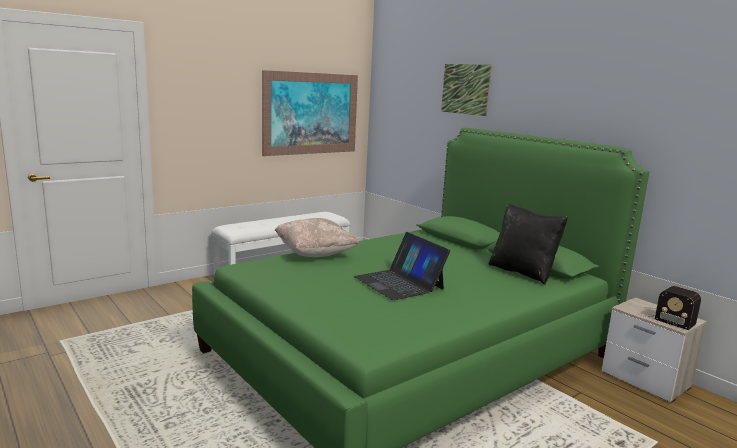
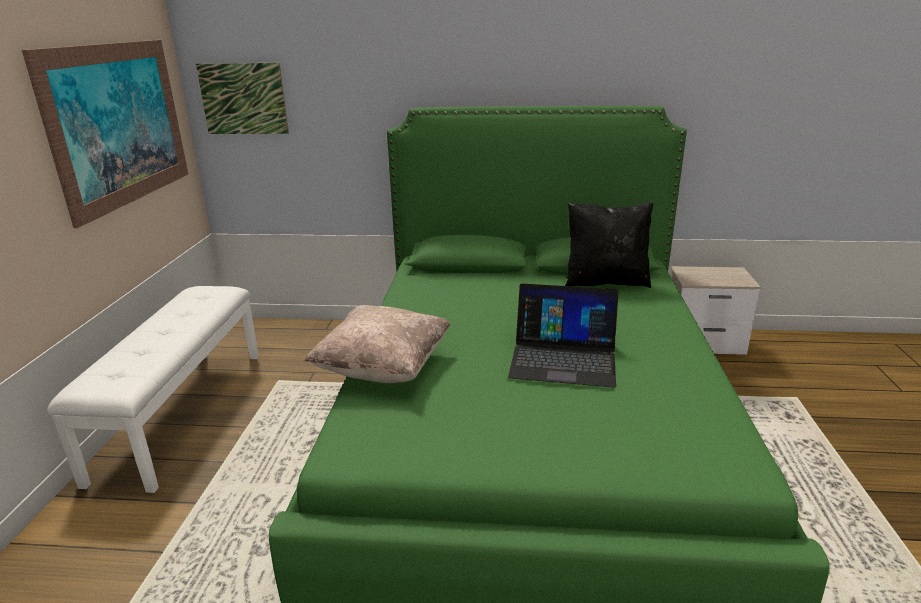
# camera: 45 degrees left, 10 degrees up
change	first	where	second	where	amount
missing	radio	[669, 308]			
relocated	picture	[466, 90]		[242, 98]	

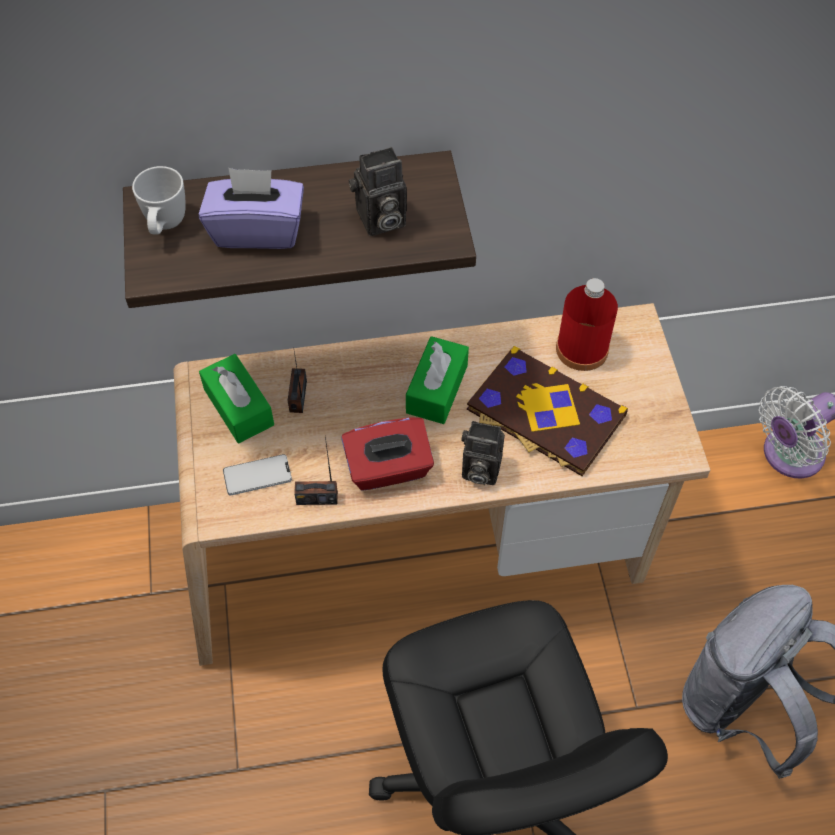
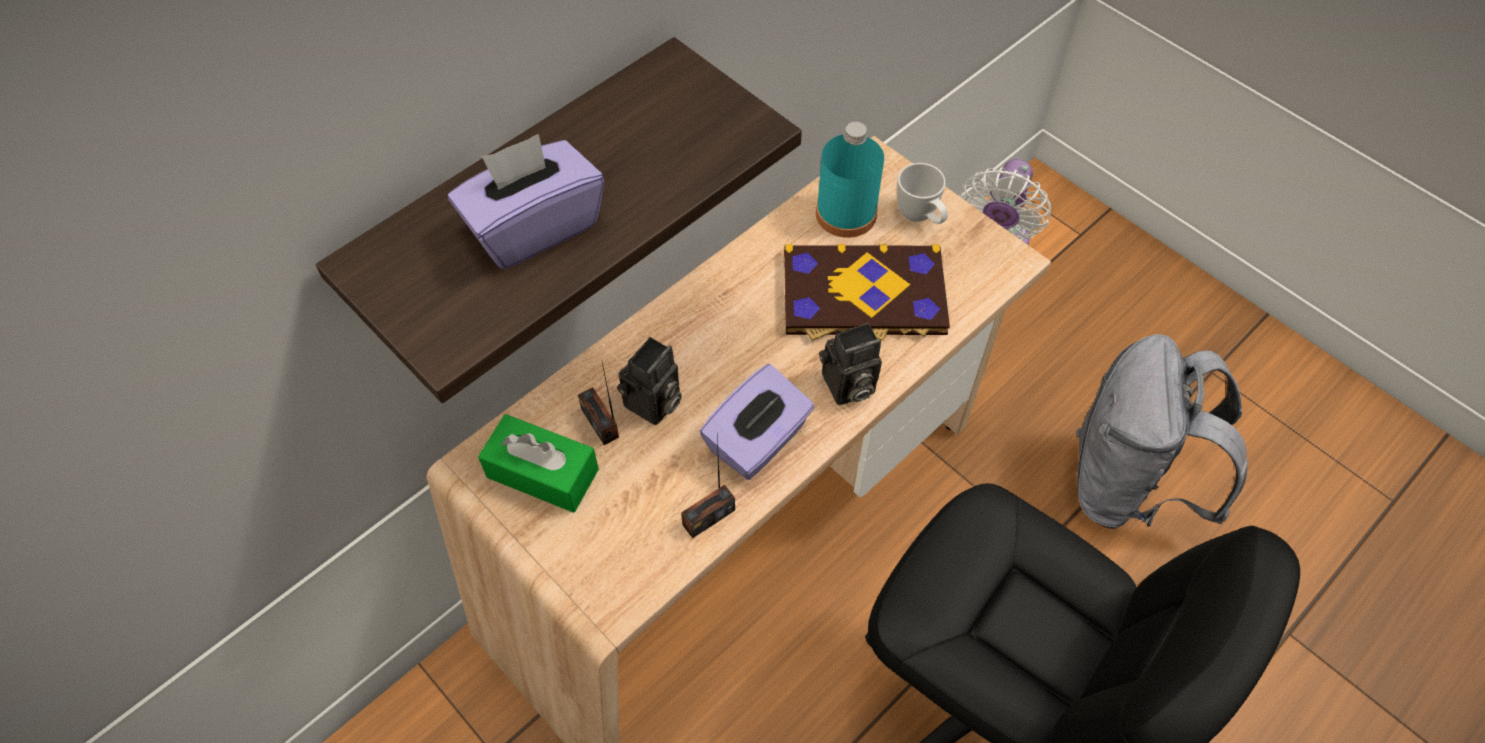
# camera: 35 degrees left, 0 degrees up
change	first	where	second	where	amount
missing	phone	[257, 474]			
missing	green tissue box	[437, 380]			
relocated	white mug	[159, 200]		[922, 193]	
relocated	photo camera	[377, 191]		[649, 381]	
colour	red tissue box	[387, 454]	purple tissue box	[757, 422]	
colour	red bottle	[587, 324]	turquoise bottle	[850, 180]	

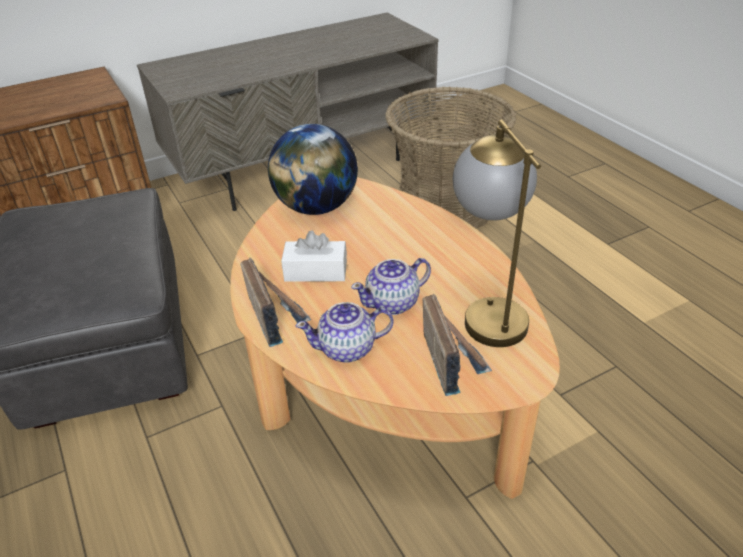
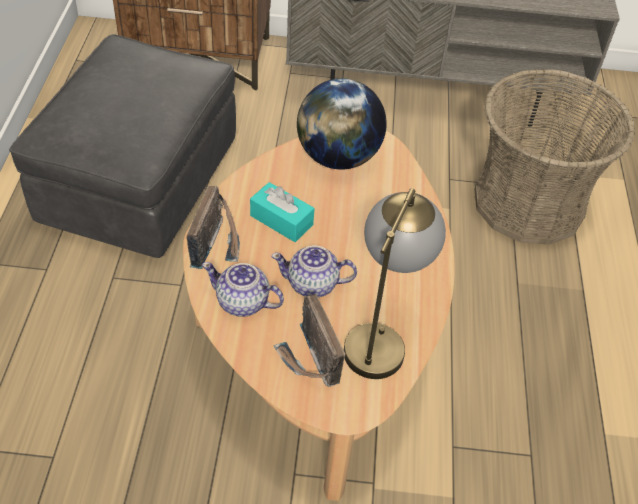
# camera: 30 degrees right, 10 degrees up
change	first	where	second	where	amount
colour	white tissue box	[314, 256]	turquoise tissue box	[282, 212]	
spun	radio	[457, 345]		[309, 340]	135 degrees clockwise

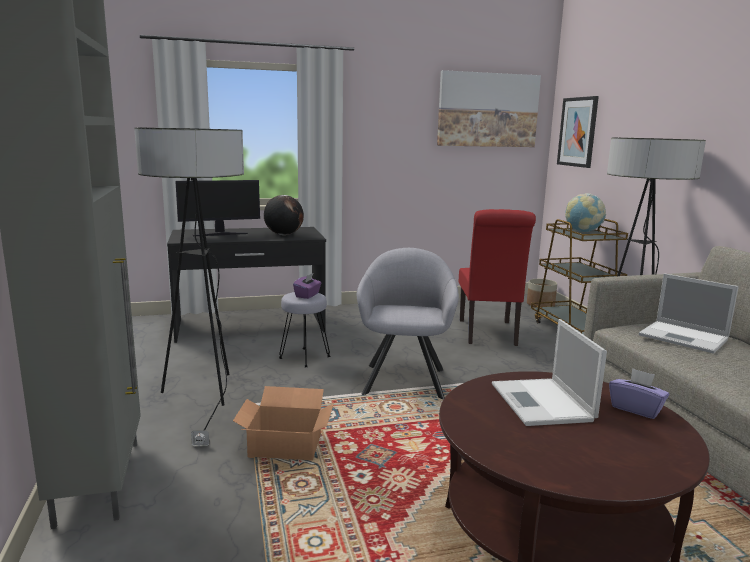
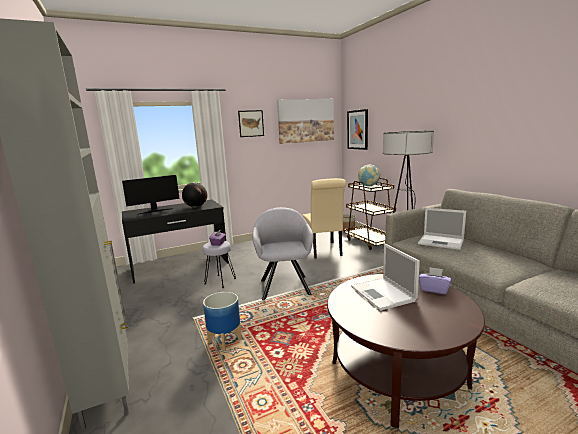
# camera: 10 degrees left, 0 degrees up
change	first	where	second	where	amount
missing	floor lamp	[189, 287]			
appeared			picture	[251, 123]	
exchanged	cardboard box	[283, 423]	planter	[222, 321]	
colour	red chair	[497, 277]	beige chair	[324, 218]	

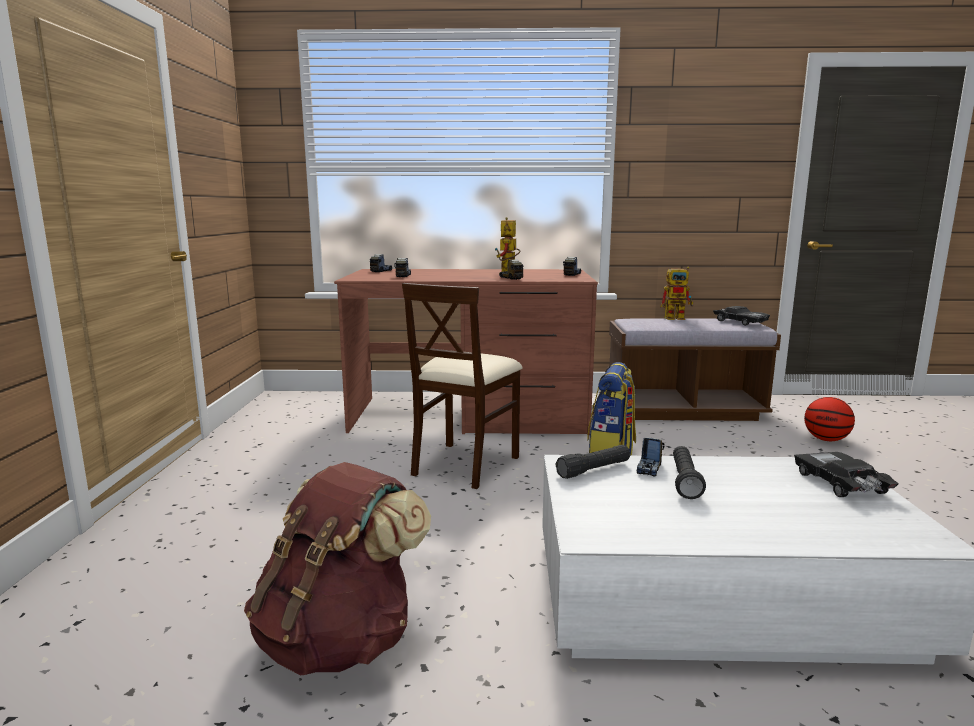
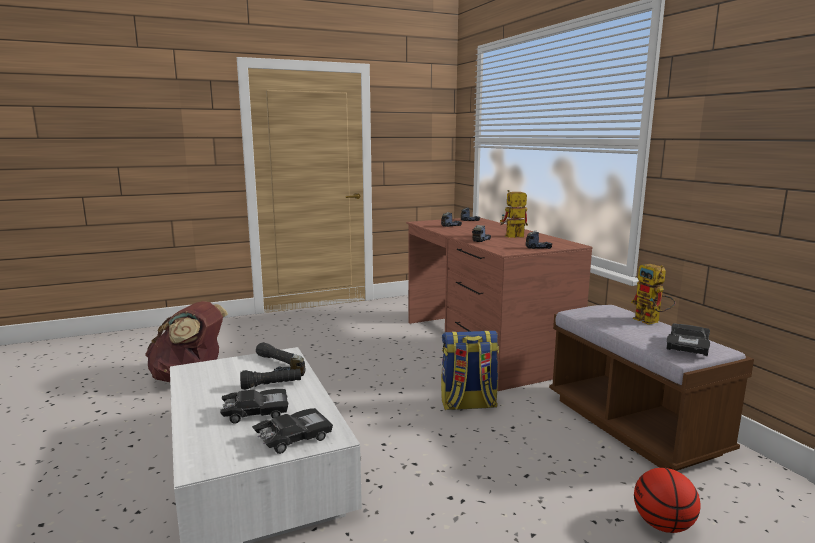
# camera: 65 degrees right, 0 degrees up
change	first	where	second	where	amount
missing	beige chair	[462, 386]			
appeared			black toy car	[254, 406]	

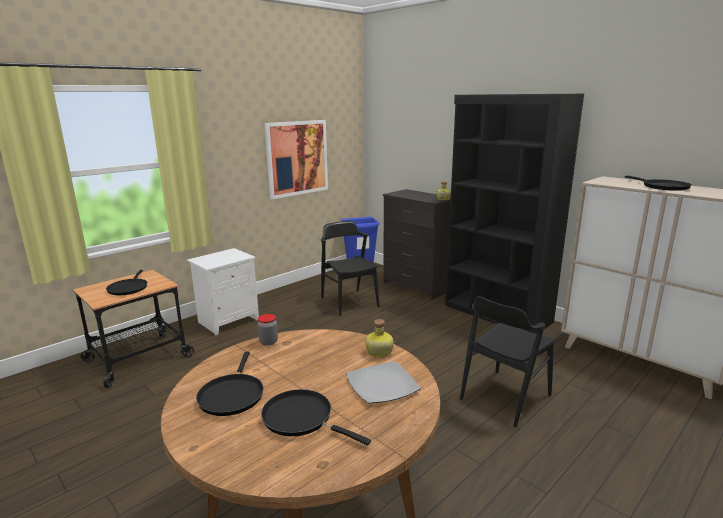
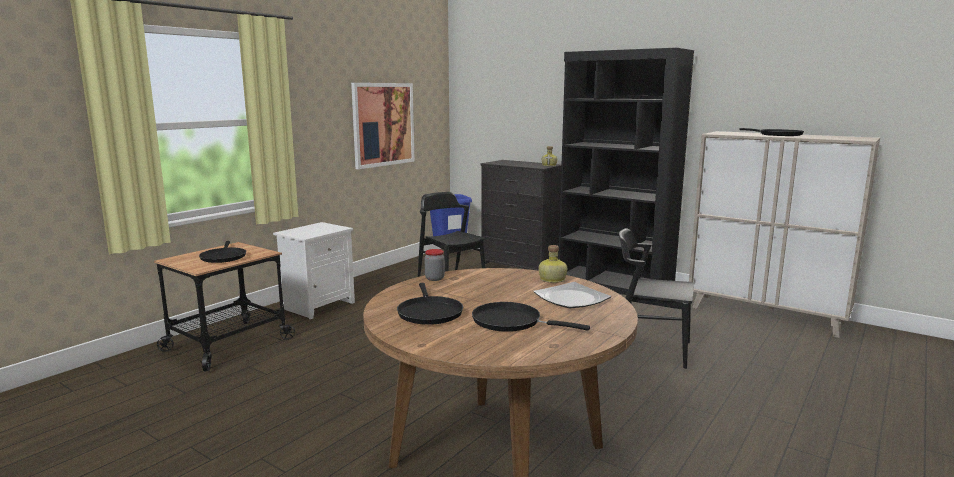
# camera: 10 degrees left, 5 degrees down
change	first	where	second	where	amount
spun	black chair	[508, 361]		[656, 298]	75 degrees clockwise

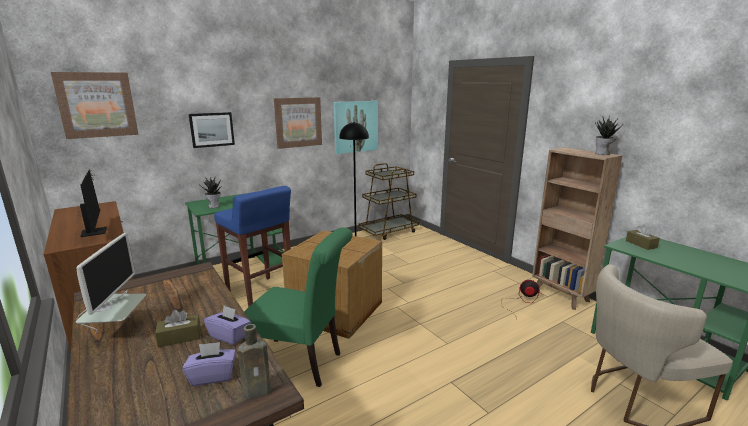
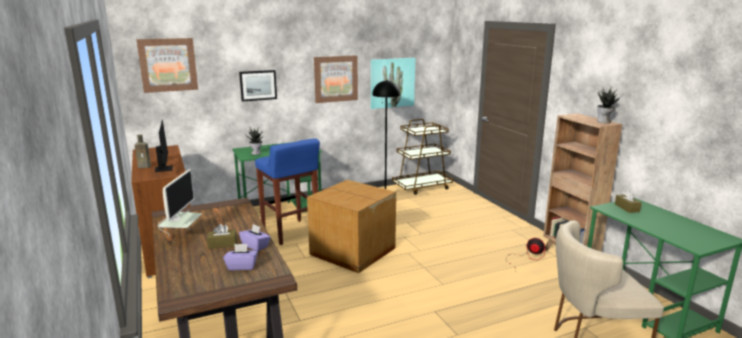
# camera: 10 degrees right, 0 degrees up
change	first	where	second	where	amount
missing	green chair	[298, 307]			
relocated	brown bottle	[254, 361]		[143, 151]	

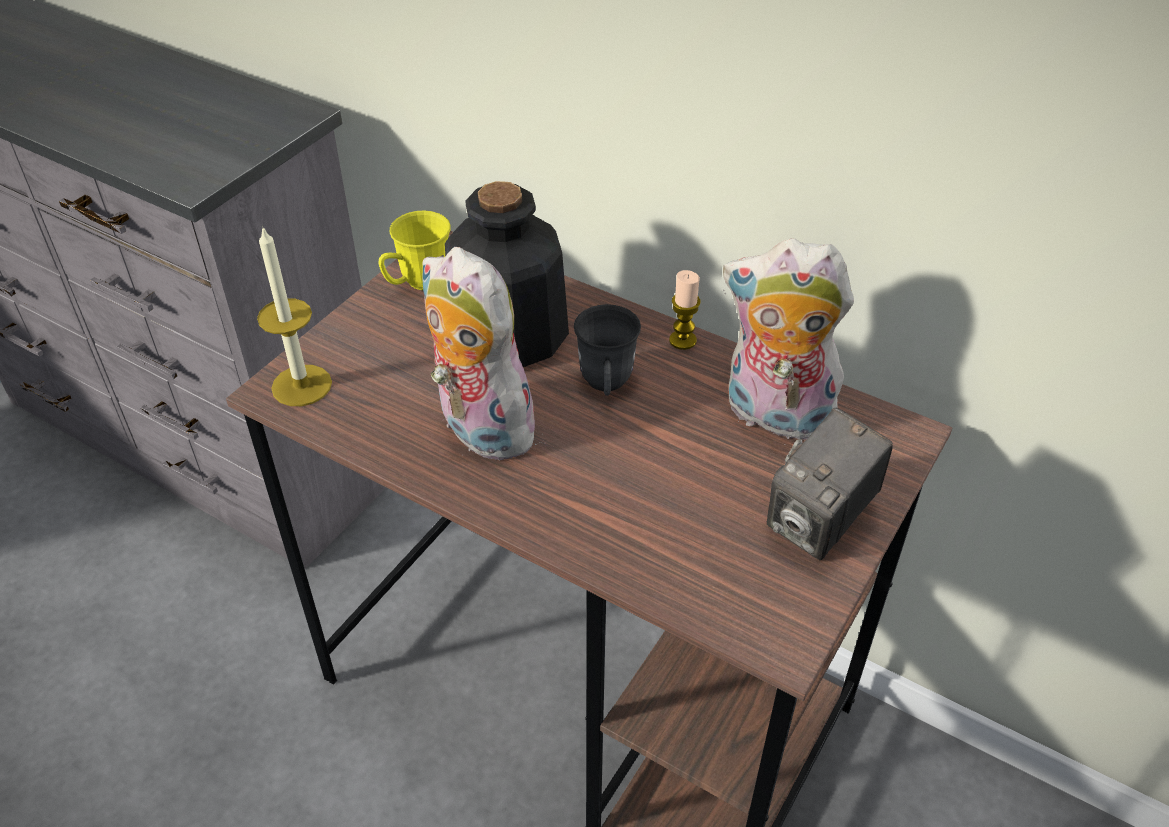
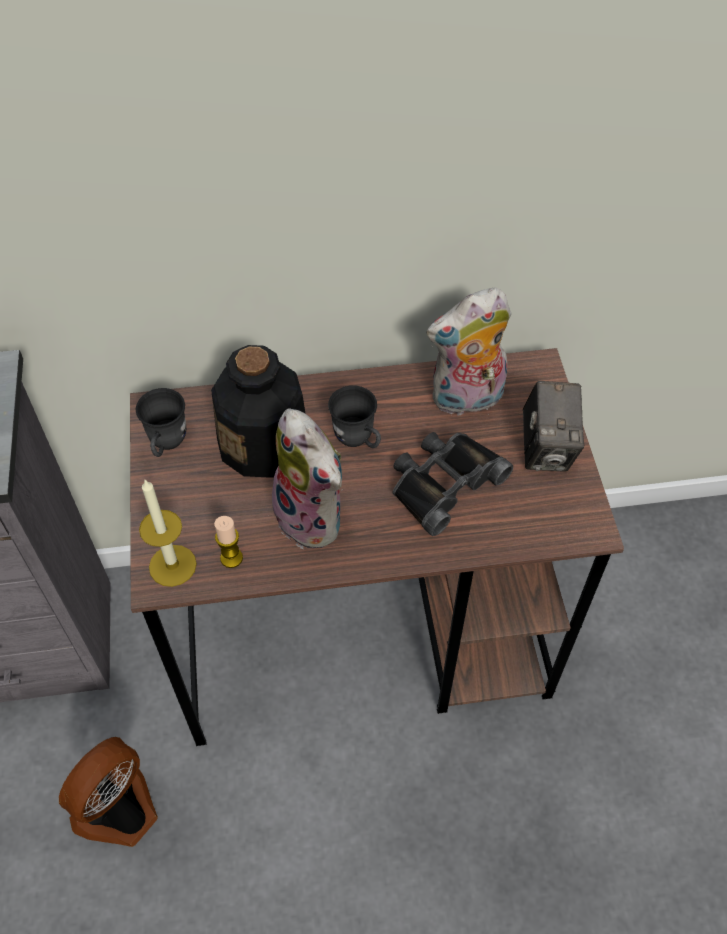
# camera: 40 degrees left, 10 degrees up
change	first	where	second	where	amount
appeared			fan	[108, 792]	
appeared			black binoculars	[452, 484]	
relocated	candle	[685, 310]		[228, 542]	
colour	yellow mug	[414, 250]	grey mug	[161, 422]	
spun	plush toy	[484, 354]		[306, 479]	135 degrees counterclockwise

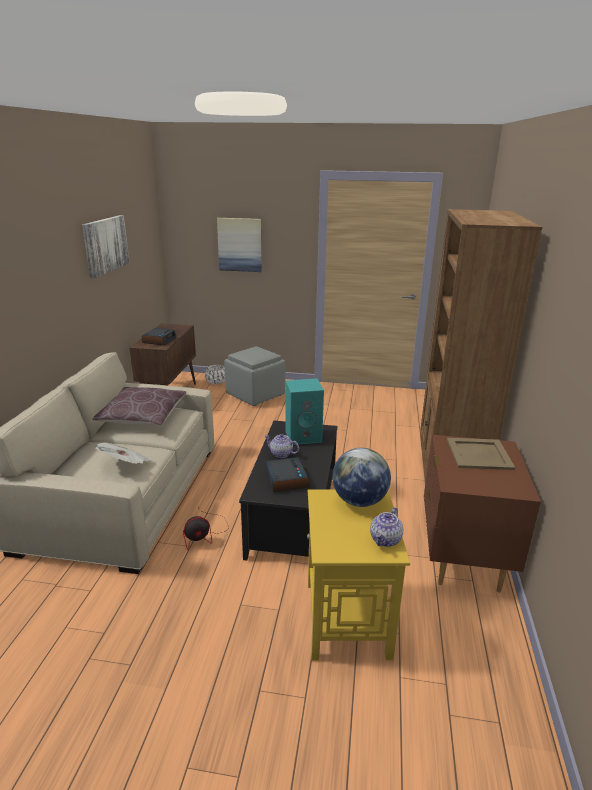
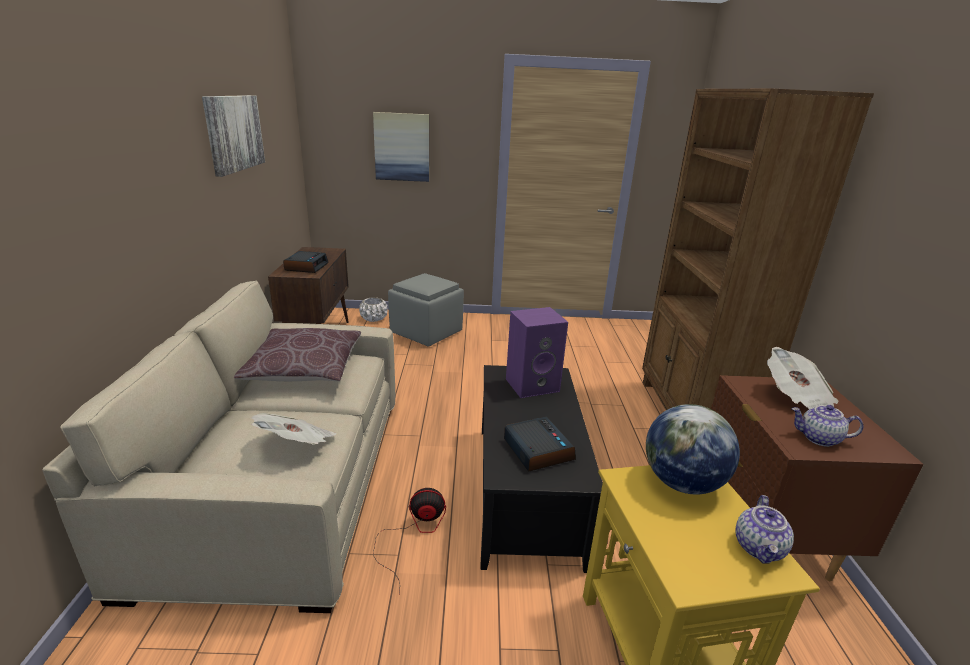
# camera: 10 degrees left, 0 degrees up
change	first	where	second	where	amount
relocated	teapot	[282, 446]		[827, 426]	
exchanged	beige tray	[481, 454]	newspaper	[802, 378]	
colour	turquoise speaker	[304, 412]	purple speaker	[537, 352]	
spun	fan	[206, 528]		[409, 540]	150 degrees counterclockwise

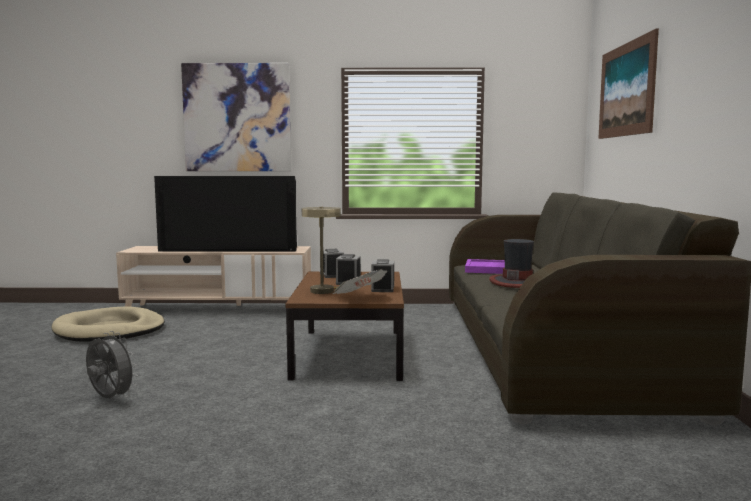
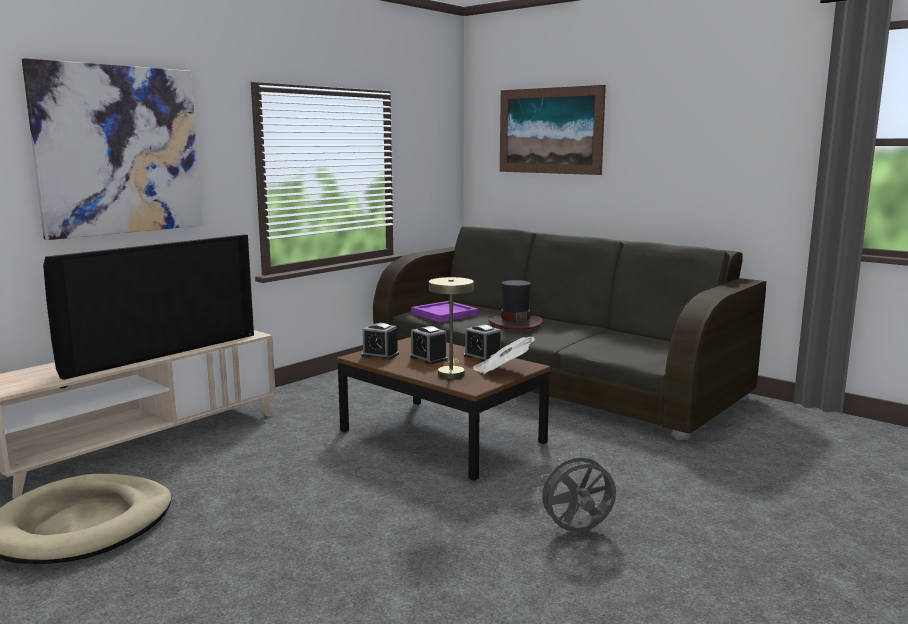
# camera: 50 degrees left, 5 degrees up
change	first	where	second	where	amount
relocated	grey fan	[112, 365]		[576, 492]	

